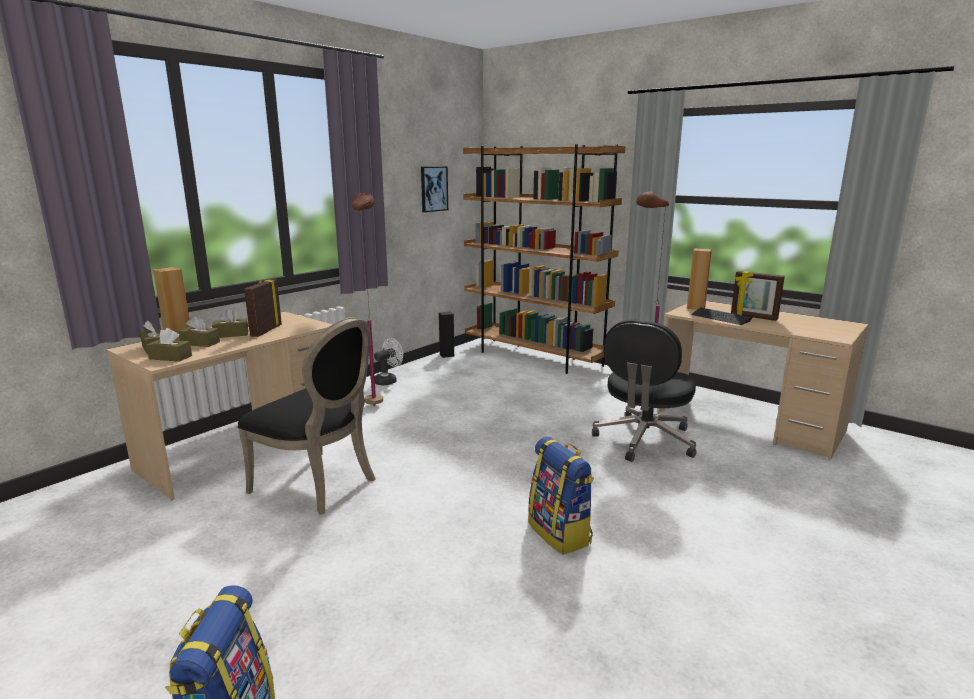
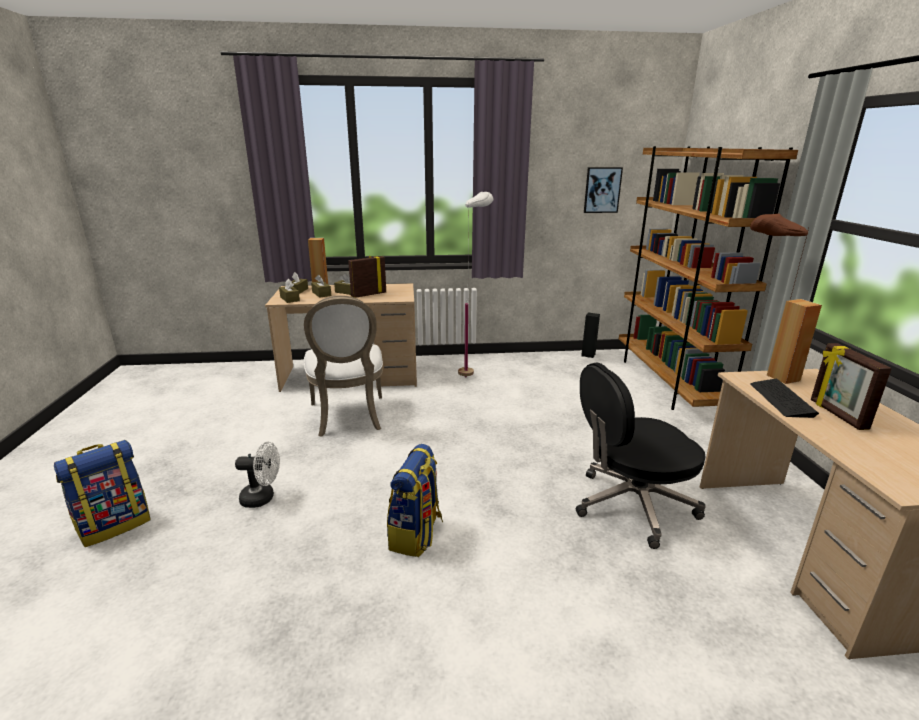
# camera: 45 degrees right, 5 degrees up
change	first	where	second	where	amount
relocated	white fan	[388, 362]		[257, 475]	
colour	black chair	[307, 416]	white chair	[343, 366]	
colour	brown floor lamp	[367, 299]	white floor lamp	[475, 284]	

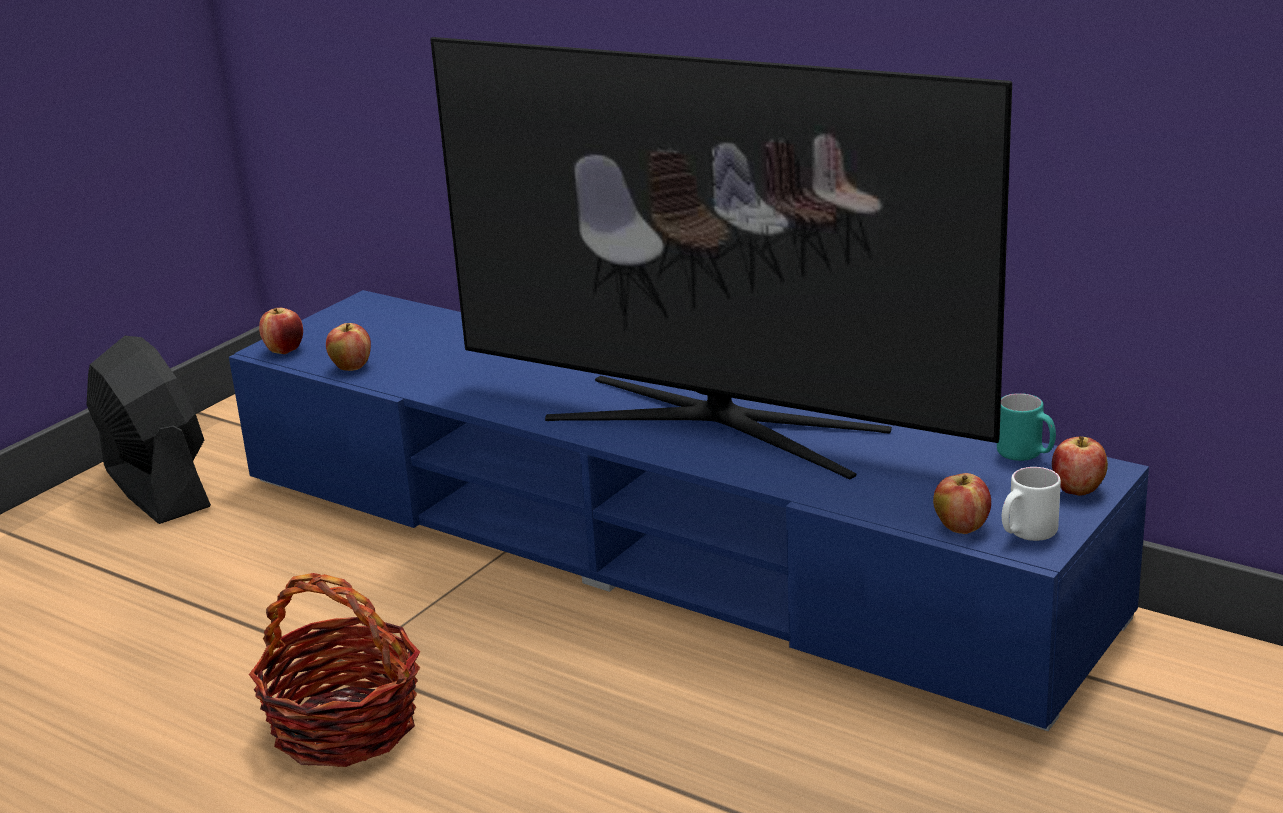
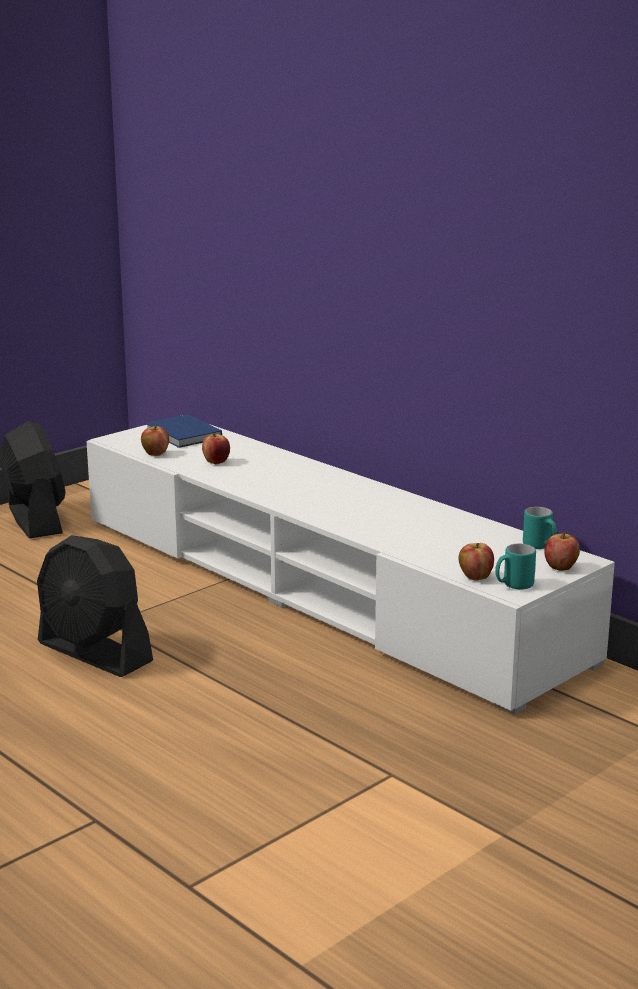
# camera: 10 degrees right, 5 degrees down
change	first	where	second	where	amount
missing	television	[721, 258]			
appeared			blue book	[183, 431]	
relocated	apple	[281, 331]		[216, 448]	
exchanged	basket	[334, 670]	black fan	[95, 606]	
colour	blue tv stand	[689, 510]	white tv stand	[350, 564]	
colour	white mug	[1031, 504]	turquoise mug	[515, 566]	

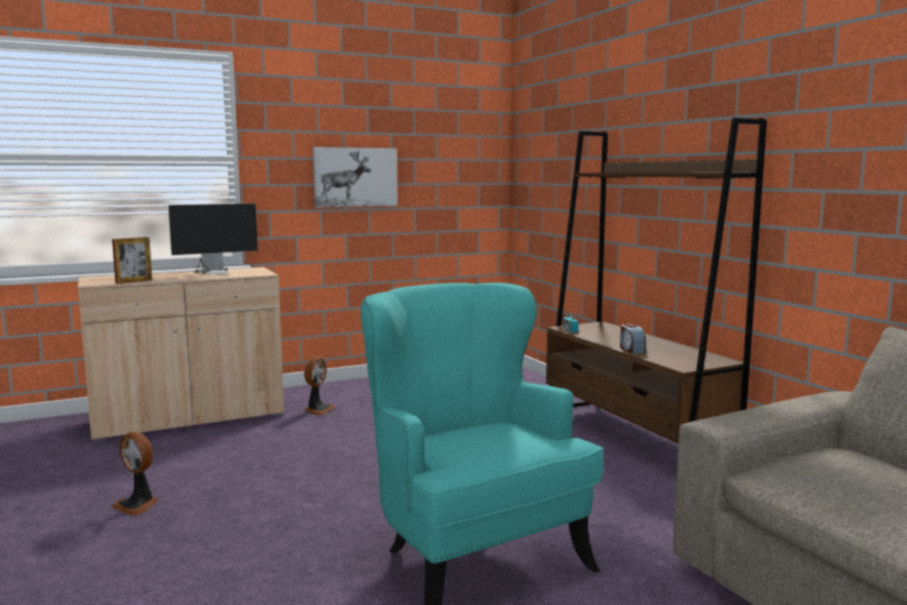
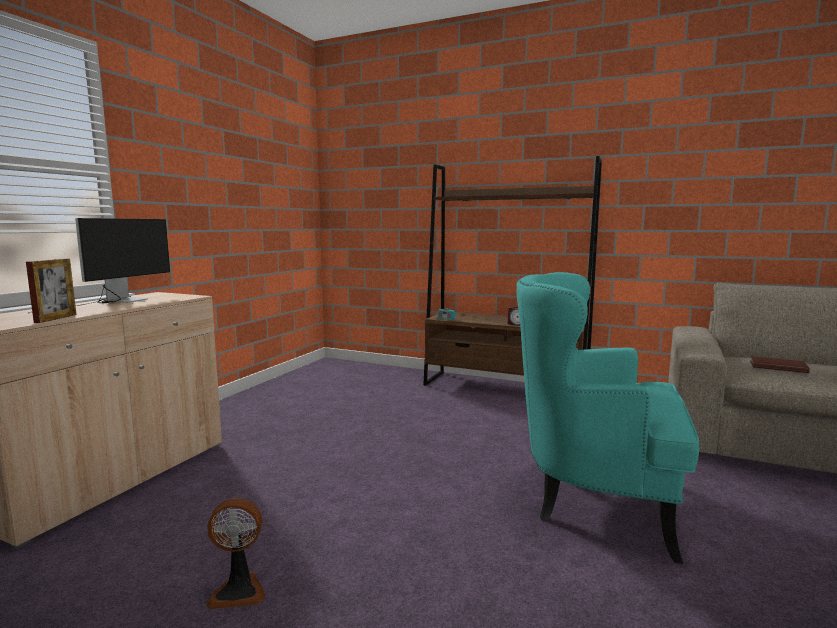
# camera: 40 degrees left, 0 degrees up
change	first	where	second	where	amount
missing	fan	[320, 386]			
missing	picture	[355, 177]			
appeared			brown book	[780, 364]	

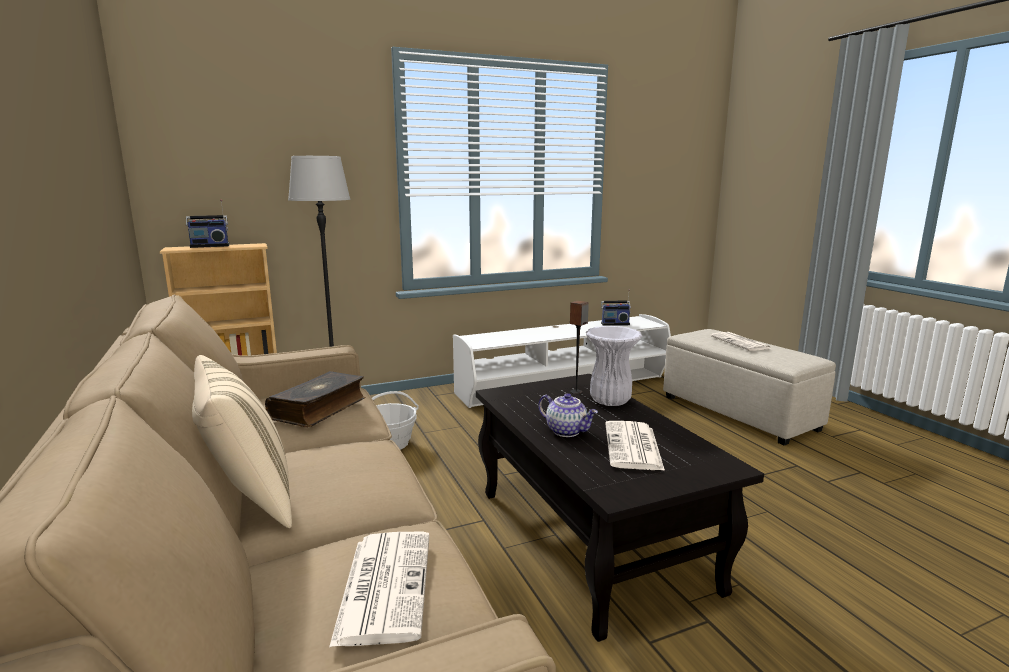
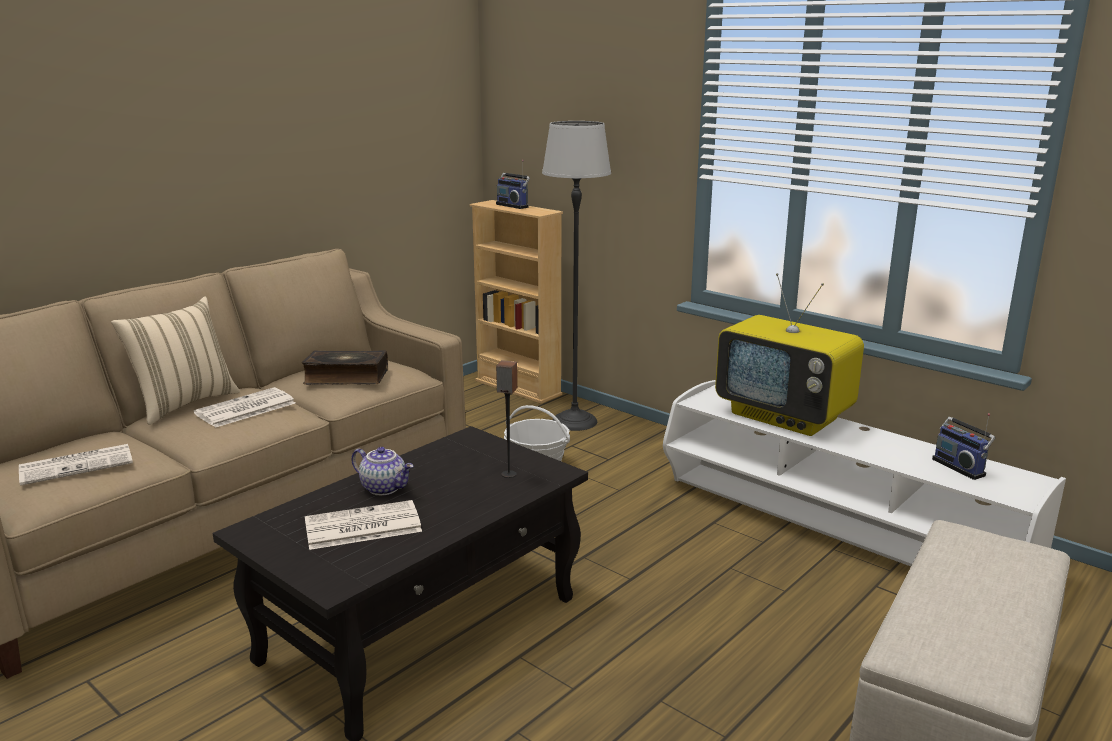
# camera: 65 degrees right, 5 degrees up
change	first	where	second	where	amount
missing	white vase	[614, 366]			
appeared			television	[789, 354]	
relocated	newspaper	[740, 341]		[245, 407]	
spun	teapot	[568, 415]		[382, 471]	75 degrees counterclockwise

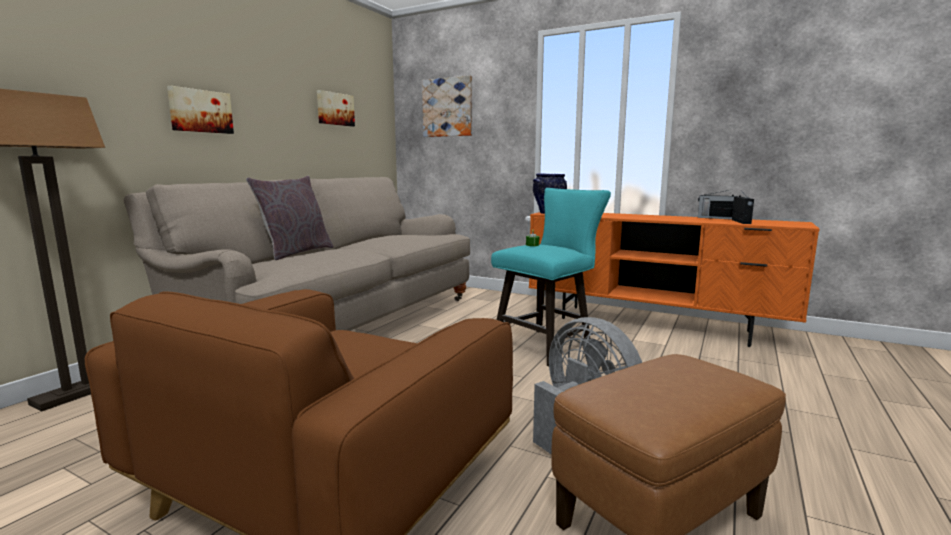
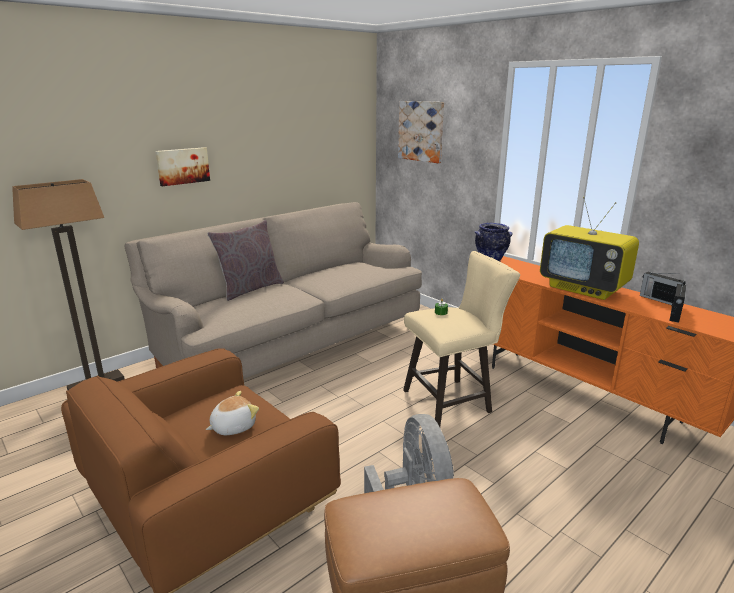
# camera: 20 degrees right, 10 degrees up
change	first	where	second	where	amount
missing	picture	[336, 108]			
appeared			plush toy	[232, 413]	
appeared			television	[589, 248]	
colour	turquoise stool	[551, 277]	beige stool	[461, 339]	

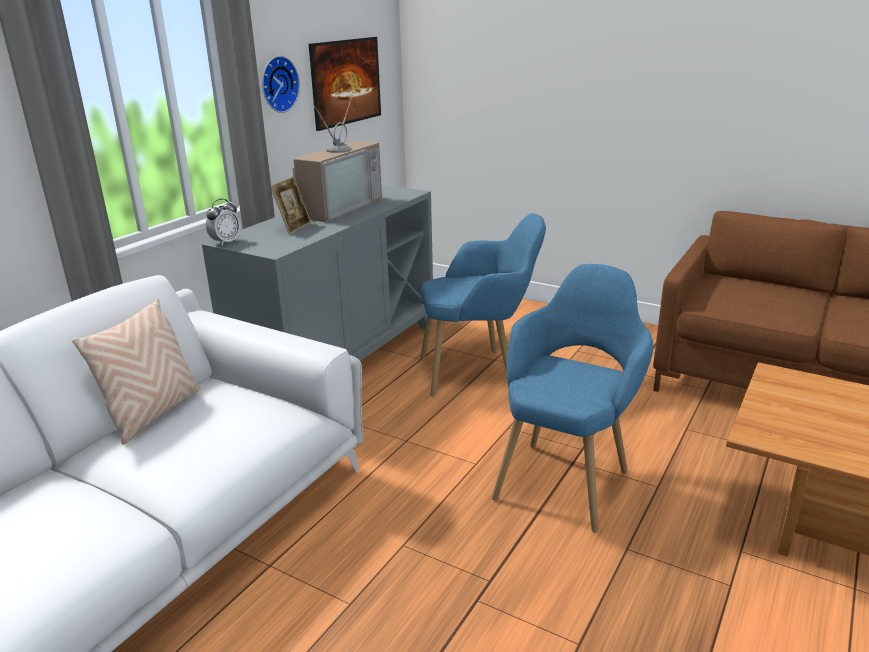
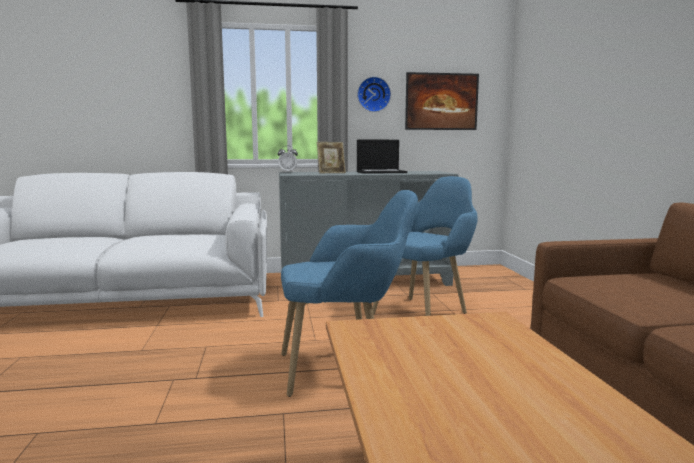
# camera: 50 degrees right, 15 degrees down
change	first	where	second	where	amount
missing	beige pillow	[136, 372]			
exchanged	television	[337, 158]	laptop	[382, 157]	
spun	blue armchair	[483, 305]		[424, 246]	90 degrees counterclockwise

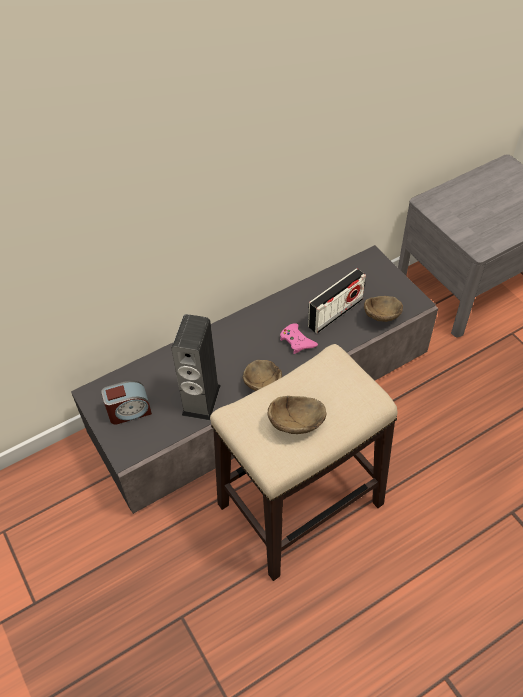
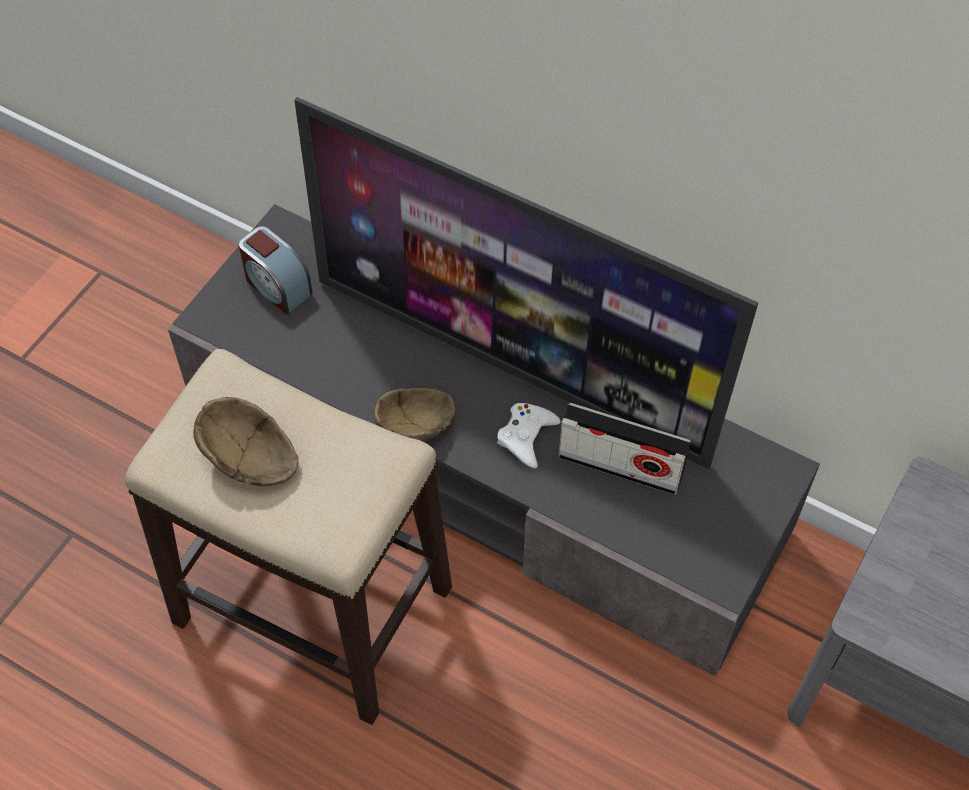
# camera: 60 degrees right, 5 degrees up
change	first	where	second	where	amount
missing	speaker	[196, 367]			
missing	brown bowl	[383, 309]			
appeared			television	[526, 283]	
colour	pink game controller	[299, 338]	white game controller	[529, 435]	

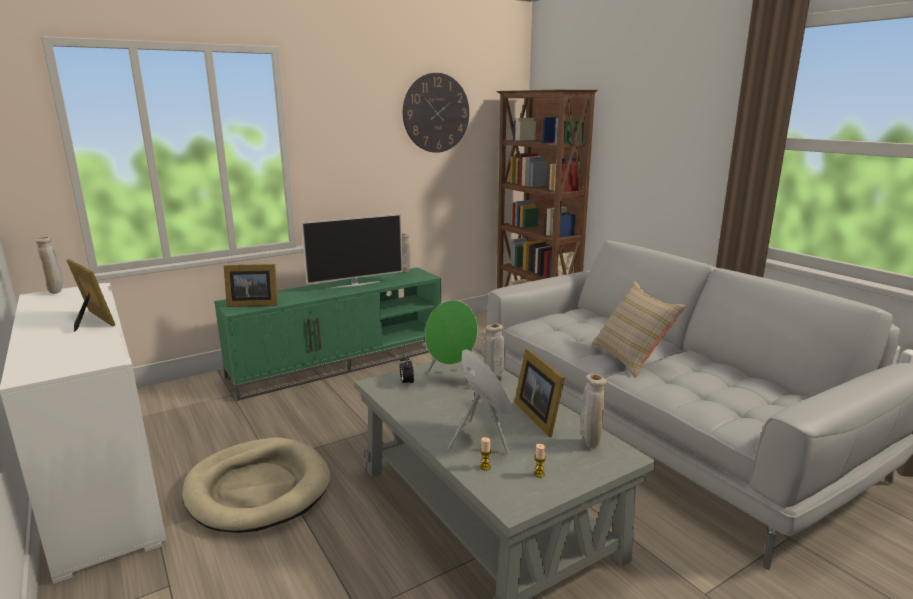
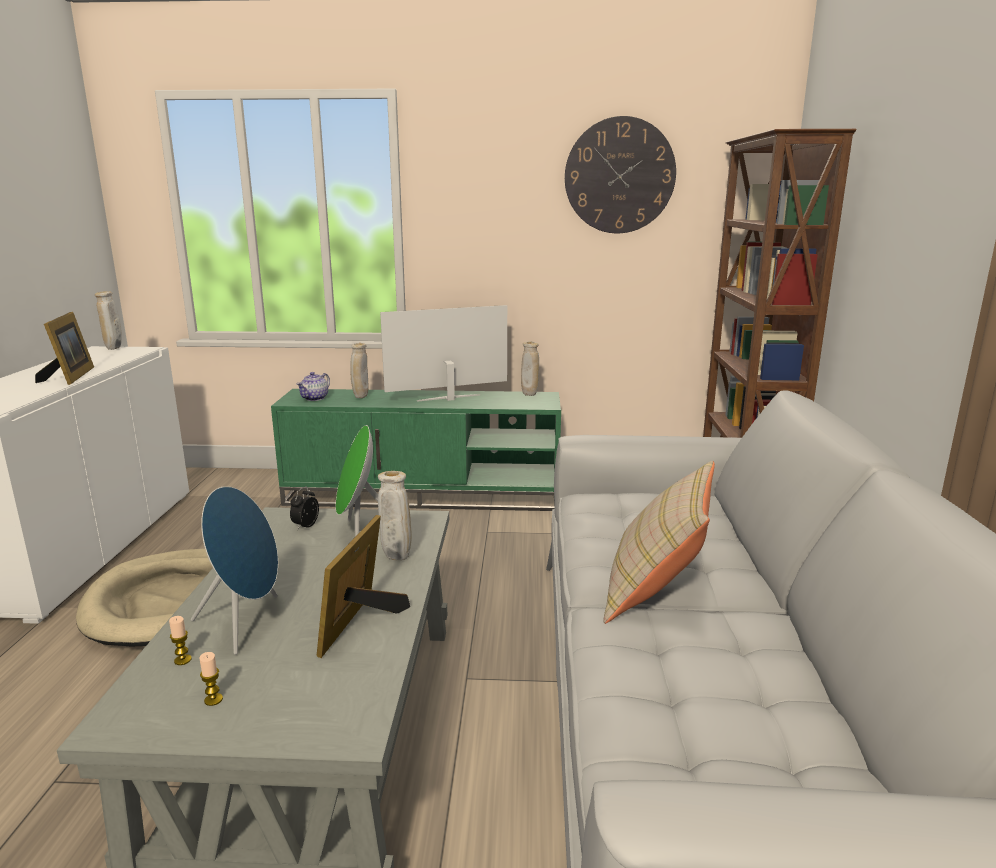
# camera: 35 degrees right, 0 degrees up
change	first	where	second	where	amount
relocated	beige vase	[593, 411]		[359, 370]	
exchanged	picture frame	[251, 285]	teapot	[313, 386]	
spun	television	[352, 251]		[443, 353]	150 degrees clockwise

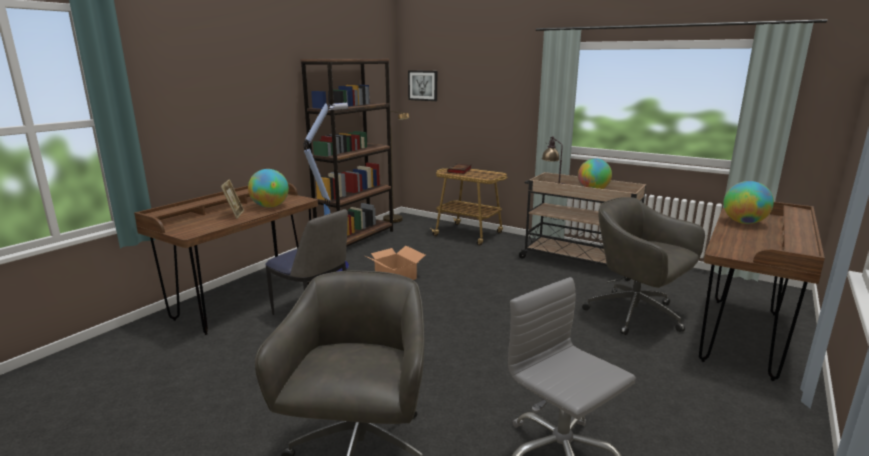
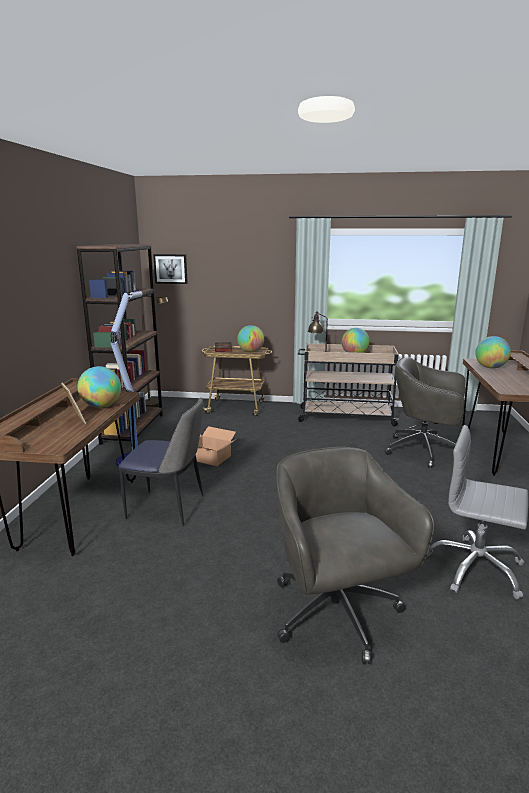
# camera: 25 degrees left, 0 degrees up
change	first	where	second	where	amount
appeared			globe	[250, 338]	

